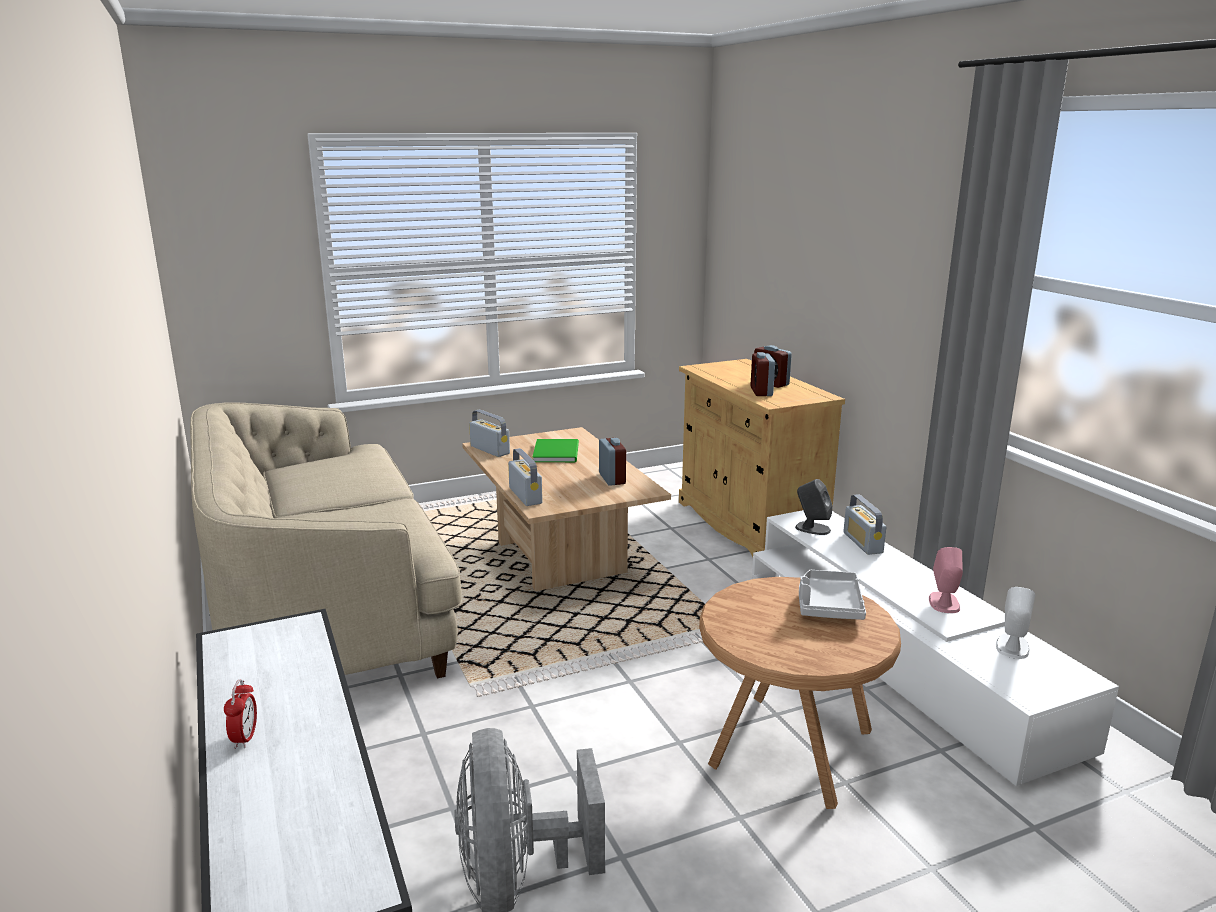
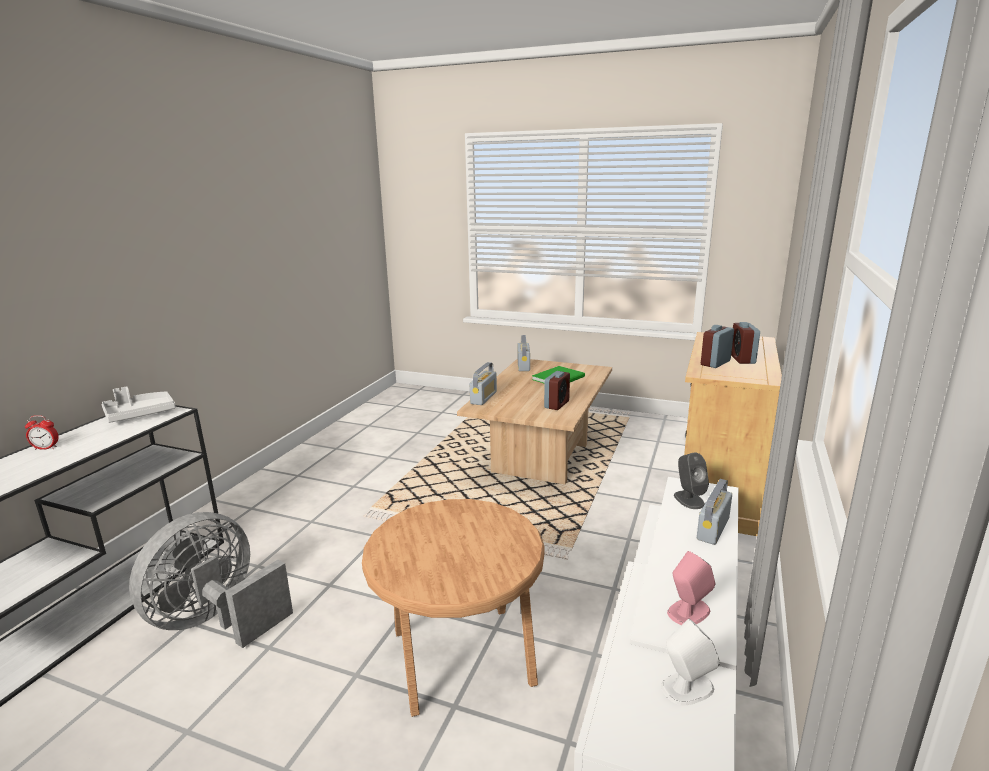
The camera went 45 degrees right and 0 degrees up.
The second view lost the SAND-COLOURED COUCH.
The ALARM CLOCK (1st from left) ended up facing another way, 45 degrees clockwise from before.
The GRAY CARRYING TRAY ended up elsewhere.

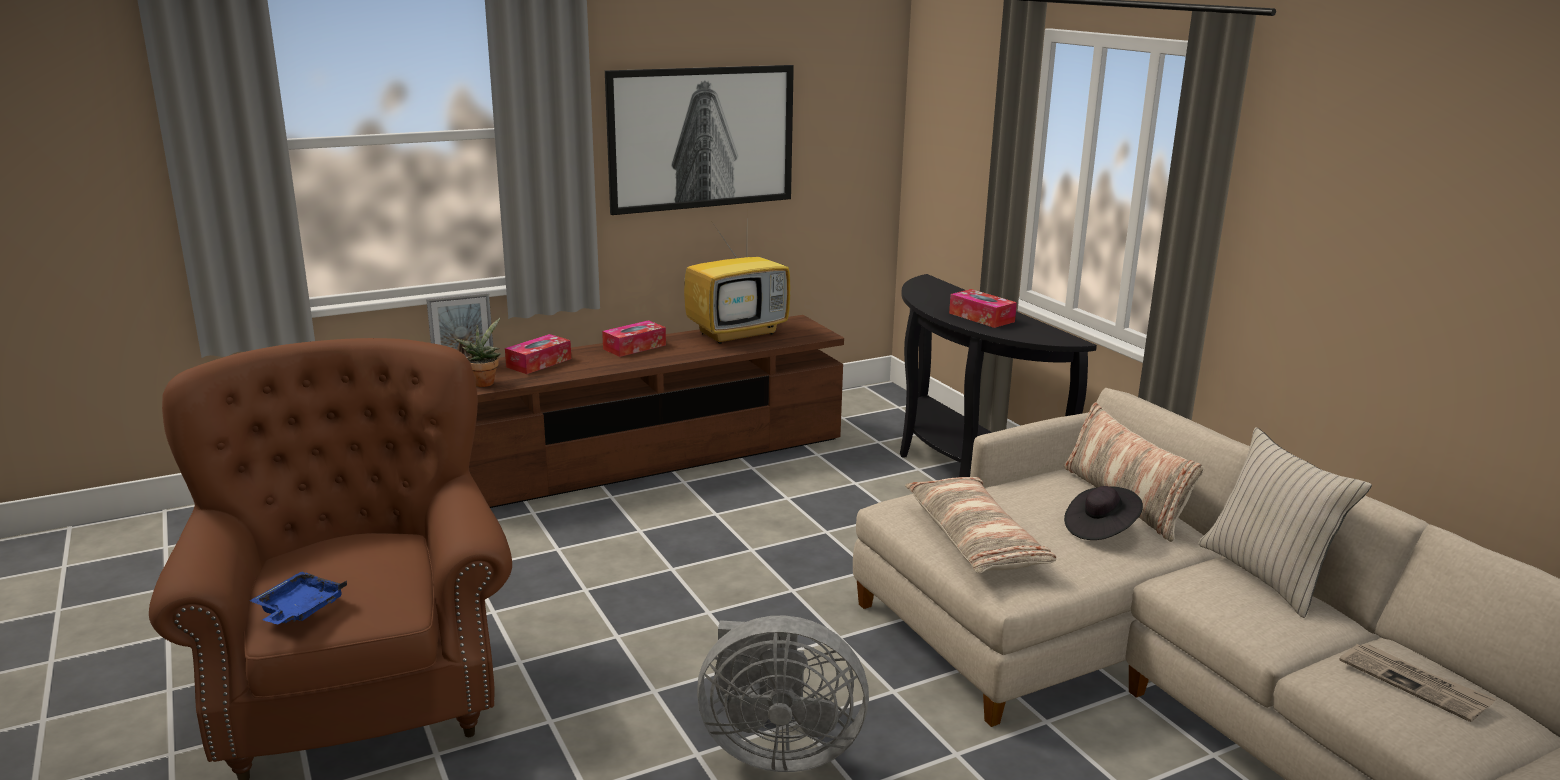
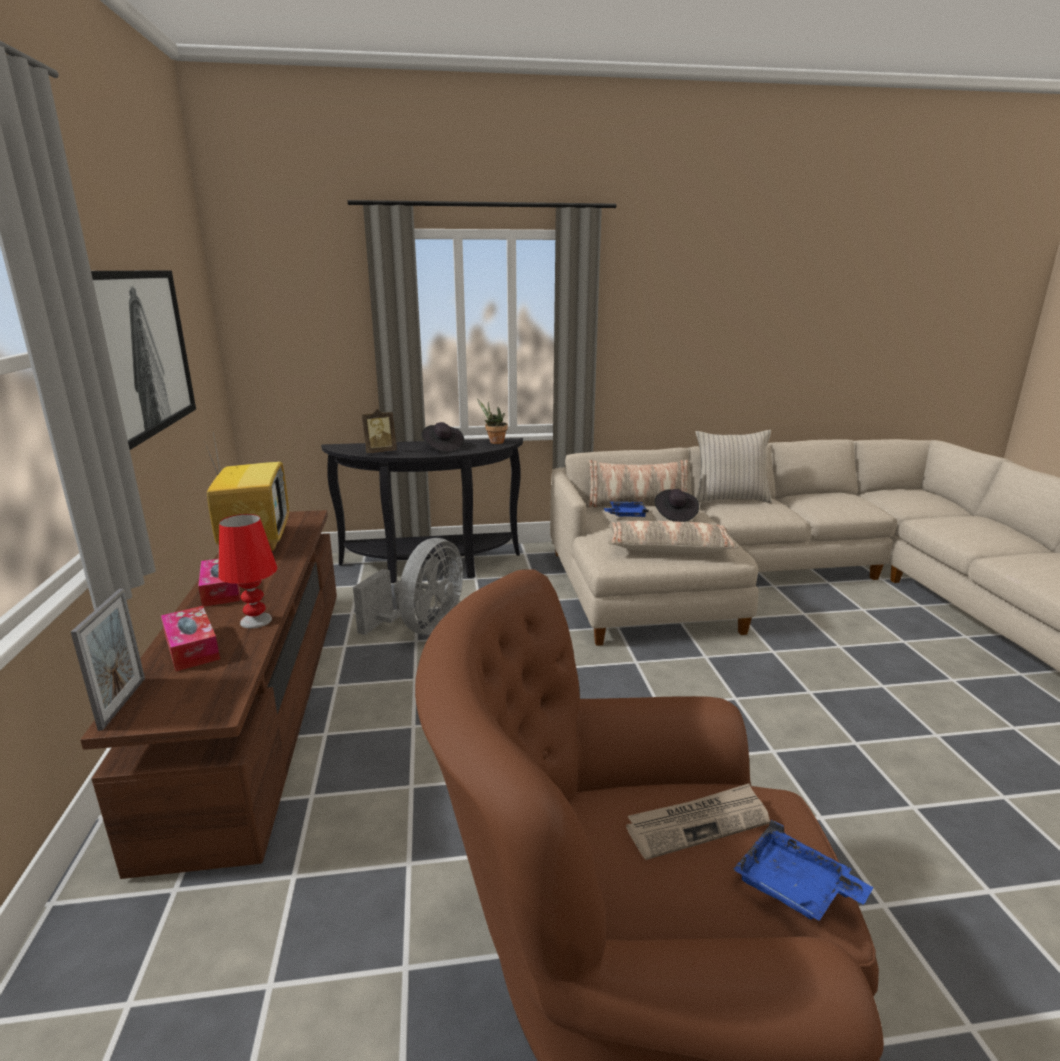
The camera went 70 degrees left and 0 degrees up.
The HOUSEPLANT ended up elsewhere.
The GRAY ELECTRIC FAN ended up elsewhere.
Where the BOX OF TISSUES (3rd from left) stood, the BLACKISH CLOTHING HAT (1st from left) came to stand.
The PRINTED PAPER ended up elsewhere.
The second view gained the REDDISH TABLETOP LAMP.
The second view gained the PHOTO FRAME (2nd from left).
The second view gained the BLUE CARRYING TRAY (1st from left).

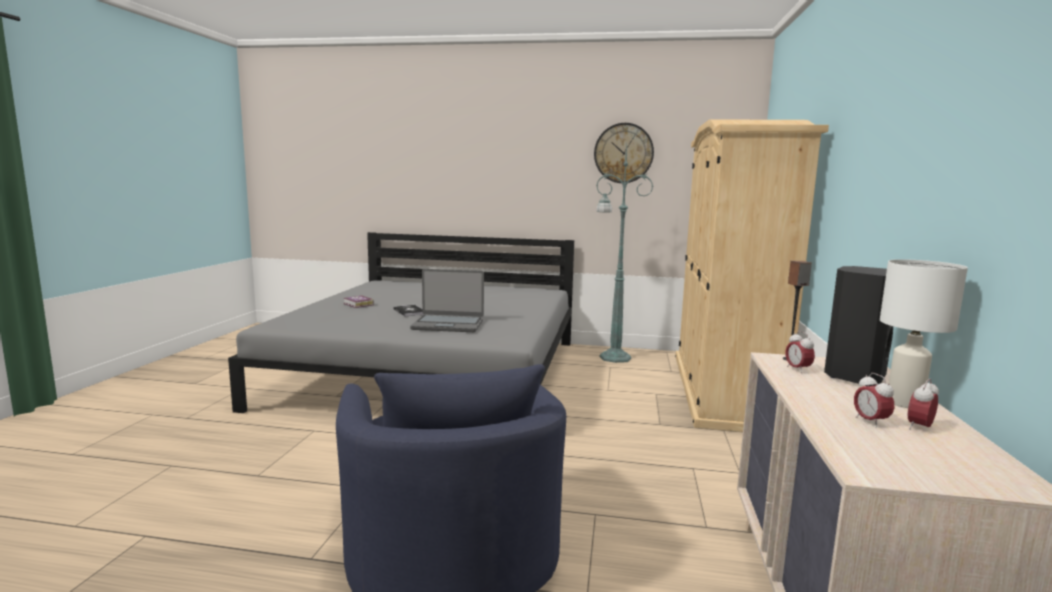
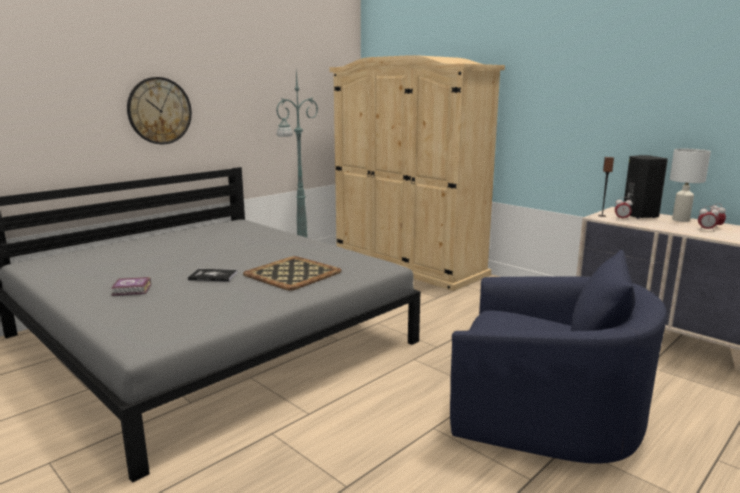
The camera went 55 degrees left and 5 degrees up.
Where the PORTABLE COMPUTER stood, the CARRYING TRAY came to stand.
The HANGING CLOCK ended up elsewhere.

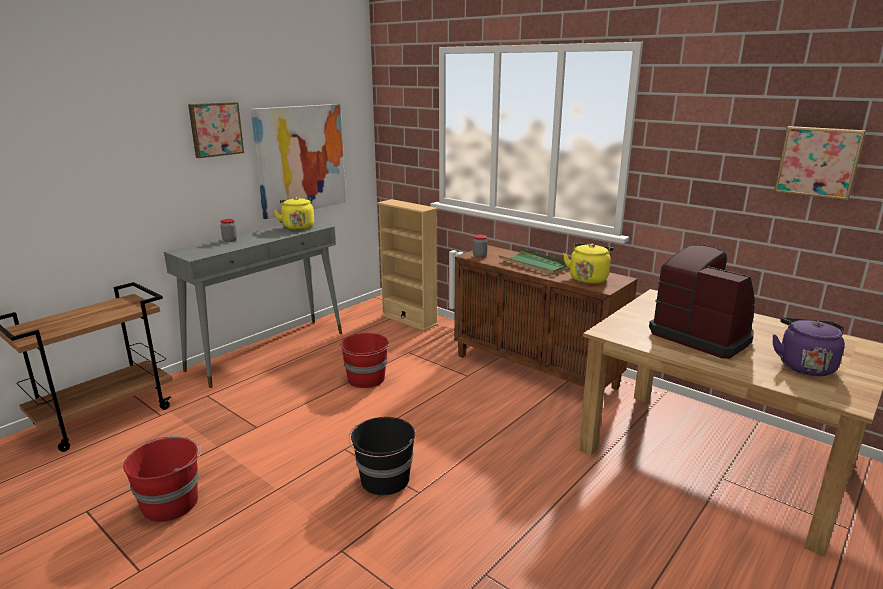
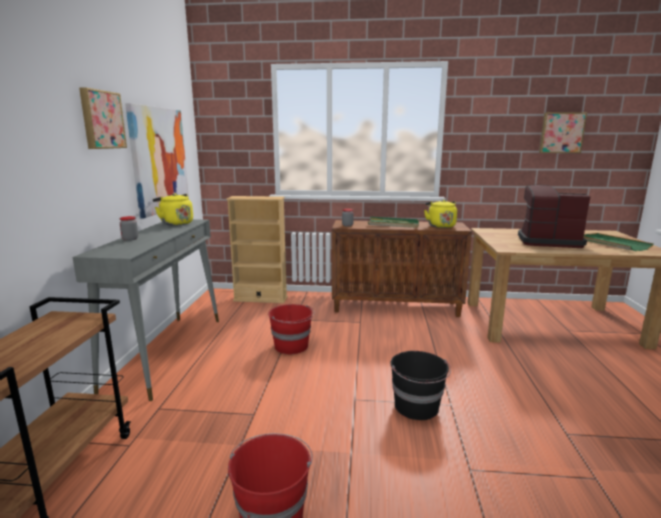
The camera went 35 degrees left and 5 degrees down.
Where the PURPLE-COLOURED TEA KETTLE stood, the GREEN CARRYING TRAY (2nd from left) came to stand.

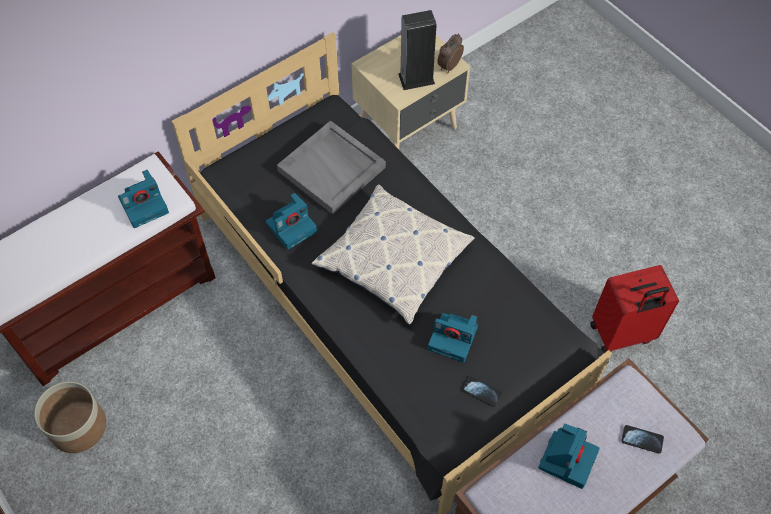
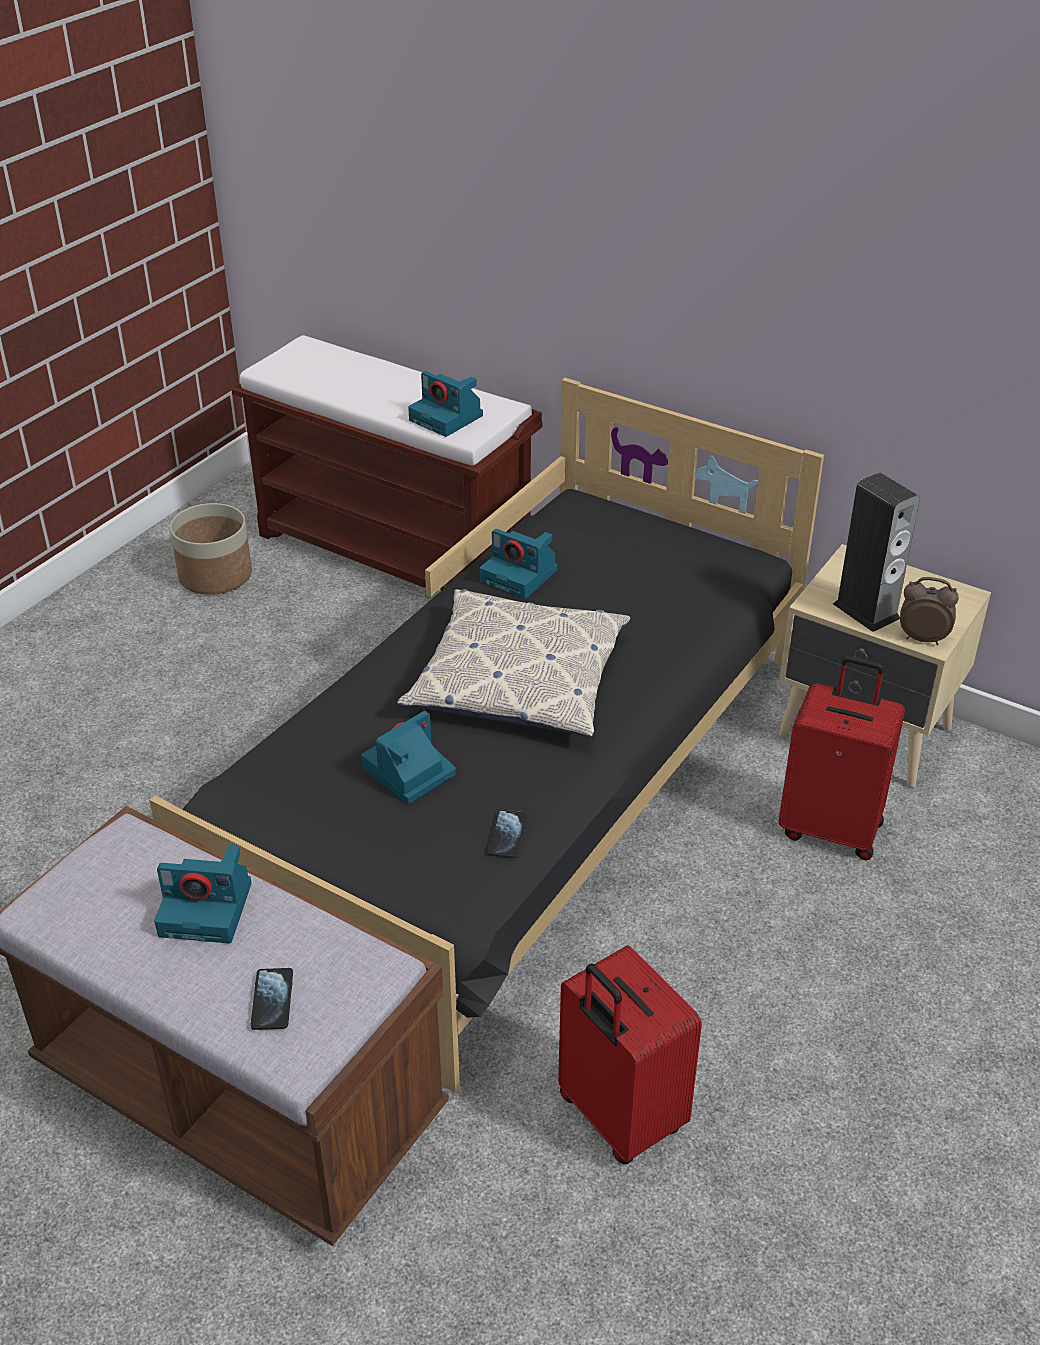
The camera went 70 degrees right and 20 degrees down.
The second view lost the GRAY CARRYING TRAY.
The PHOTO CAMERA (3rd from left in the first image) ended up facing another way, 45 degrees clockwise from before.
The PHONE (1st from left in the first image) ended up elsewhere.
The second view gained the REDDISH SUITCASE (2nd from left).

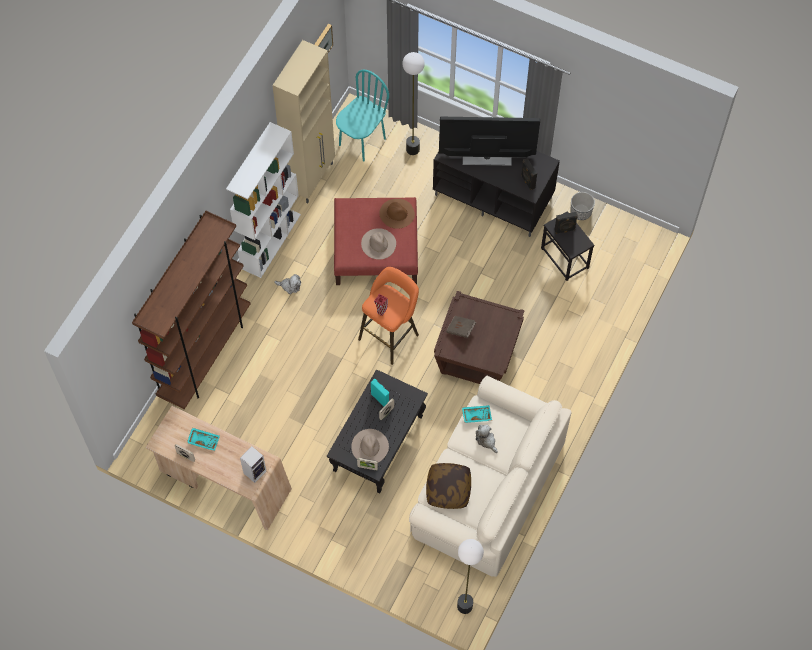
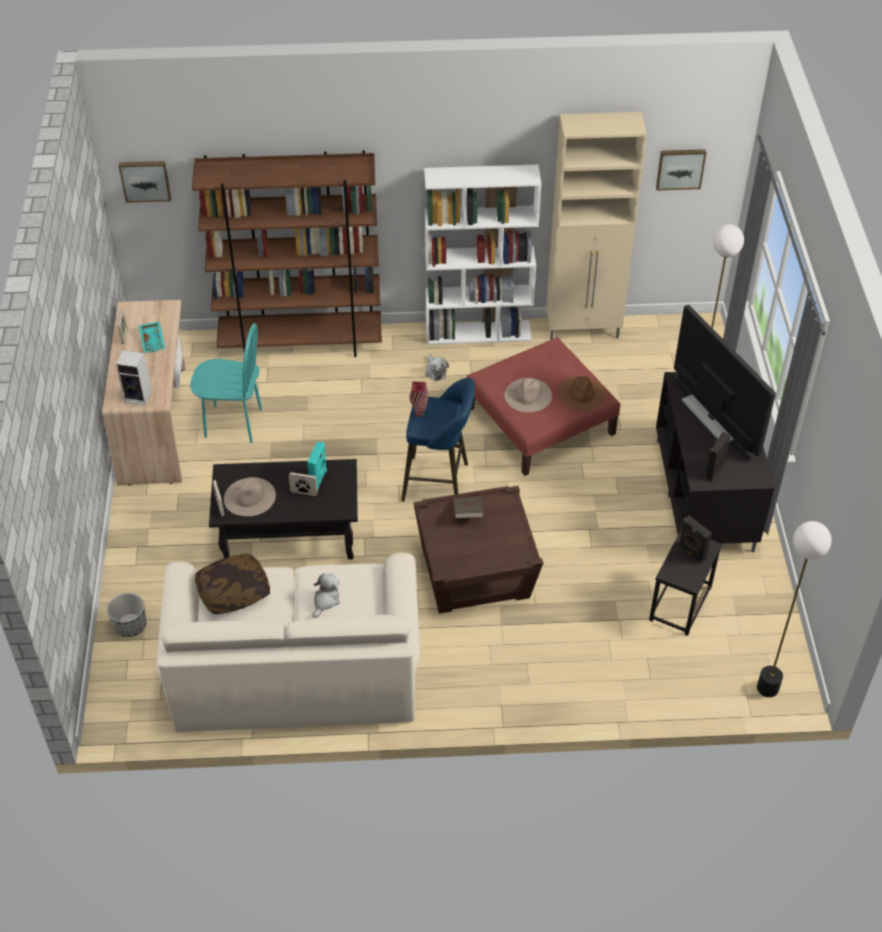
The camera went 60 degrees right and 15 degrees down.
The BLUE-GREEN UPRIGHT CHAIR ended up elsewhere.
What was the ORANGE STOOL turned into the BLUE STOOL.
The STANDING LAMP (2nd from left) ended up elsewhere.
The second view lost the BLUE-GREEN CARRYING TRAY (2nd from left).
The PLANT POT ended up elsewhere.
The second view gained the PICTURE (1st from left).

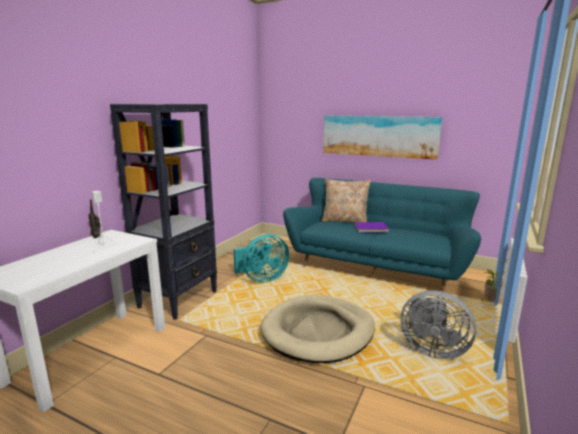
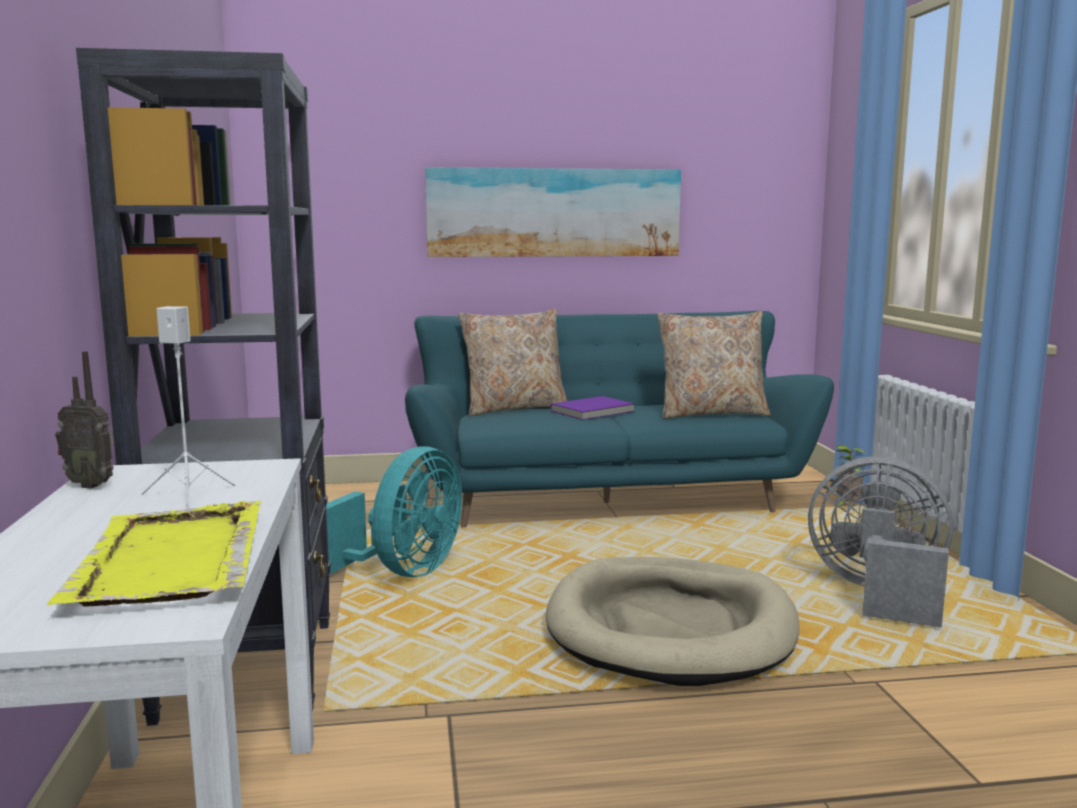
The camera went 35 degrees left and 5 degrees down.
The GRAY ELECTRIC FAN ended up facing another way, 150 degrees counterclockwise from before.
The second view gained the YELLOW-COLOURED CARRYING TRAY.
The second view gained the SAND-COLOURED CUSHION (2nd from left).

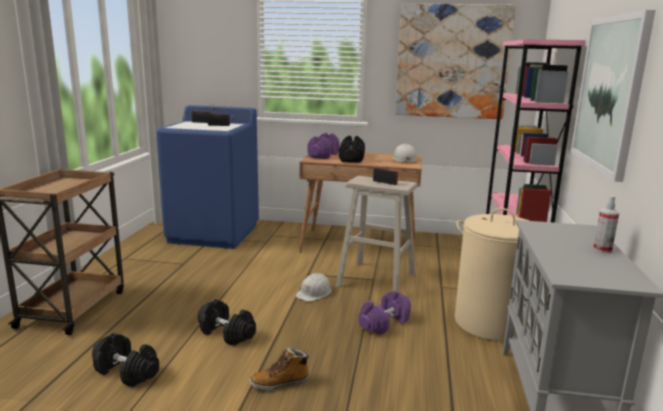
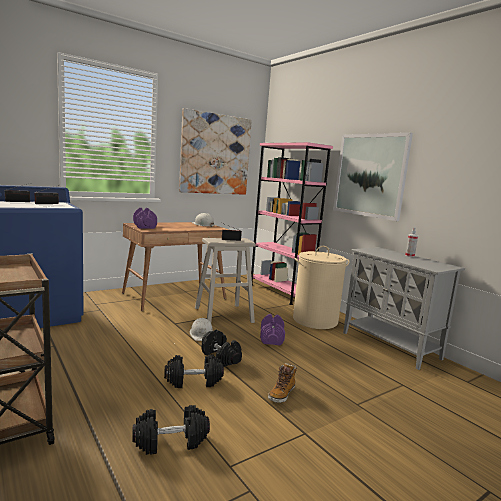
The camera went 45 degrees left and 5 degrees down.
The BLACKISH FREE WEIGHT (3rd from left) ended up elsewhere.

